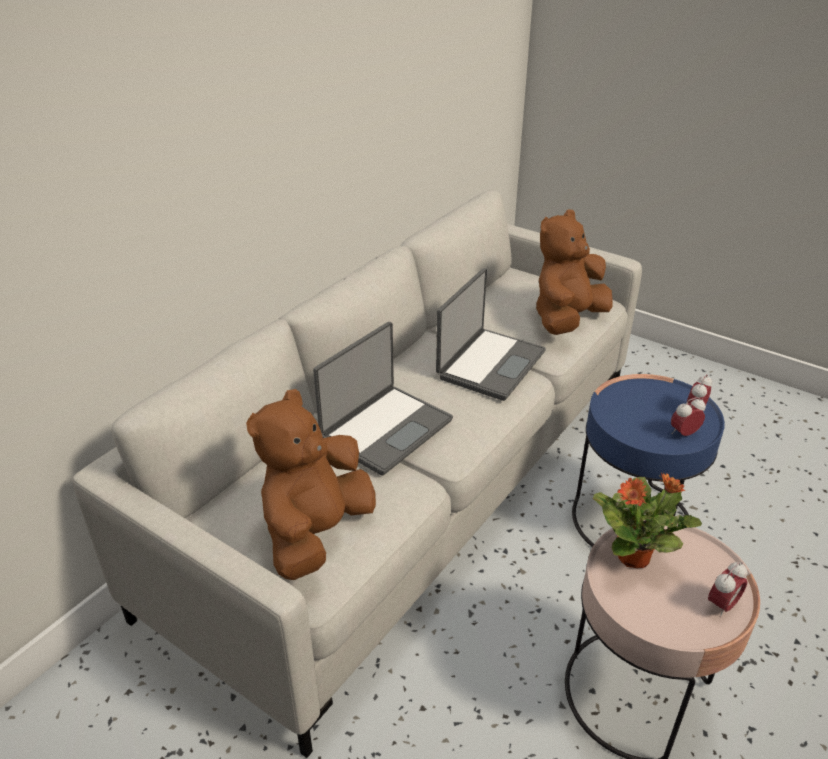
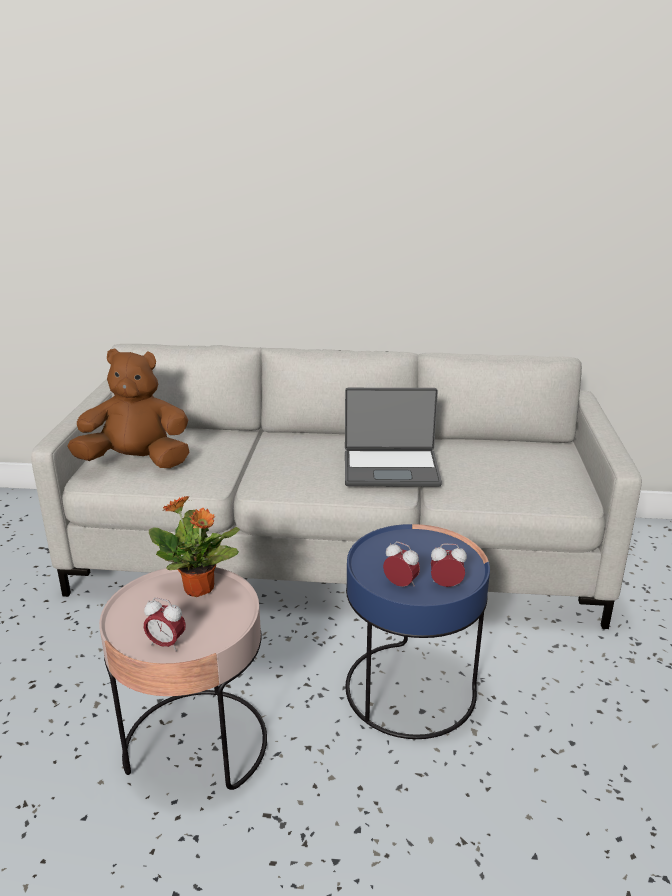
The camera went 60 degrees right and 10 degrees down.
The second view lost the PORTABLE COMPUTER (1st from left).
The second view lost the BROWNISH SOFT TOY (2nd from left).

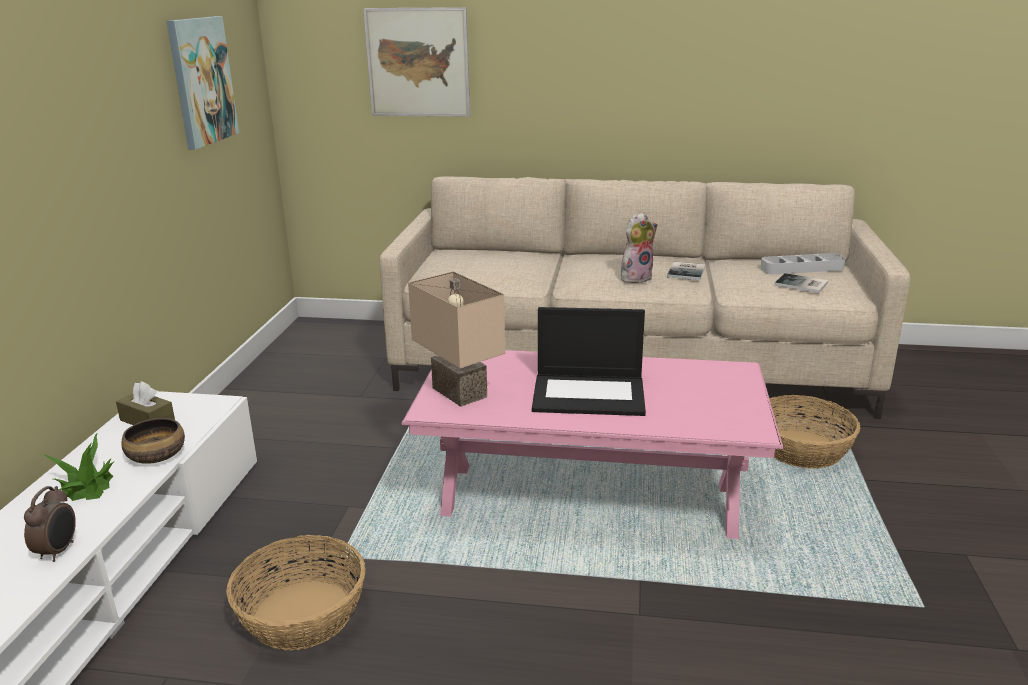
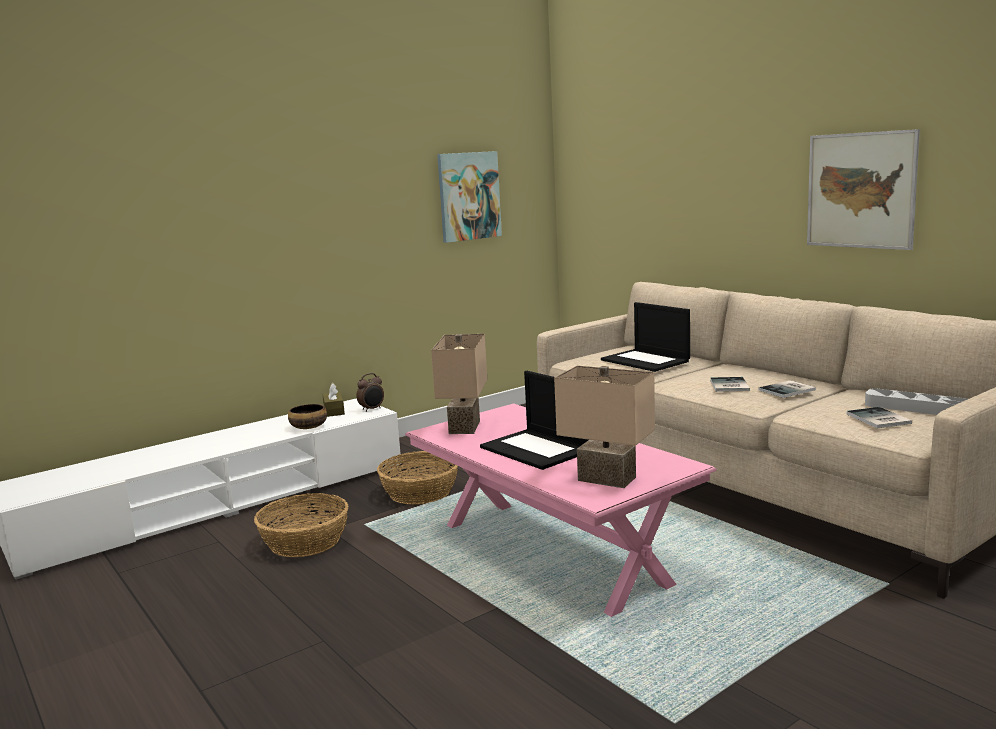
The camera went 45 degrees right and 10 degrees down.
The ALARM CLOCK ended up elsewhere.
The second view lost the HOUSEPLANT.
The PICTURE (2nd from left) ended up elsewhere.
Where the SOFT TOY stood, the VOLUME (1st from left) came to stand.
The BASKET (2nd from left) ended up elsewhere.
The second view gained the SAND-COLOURED TABLETOP LAMP (2nd from left).
The second view gained the PORTABLE COMPUTER (2nd from left).

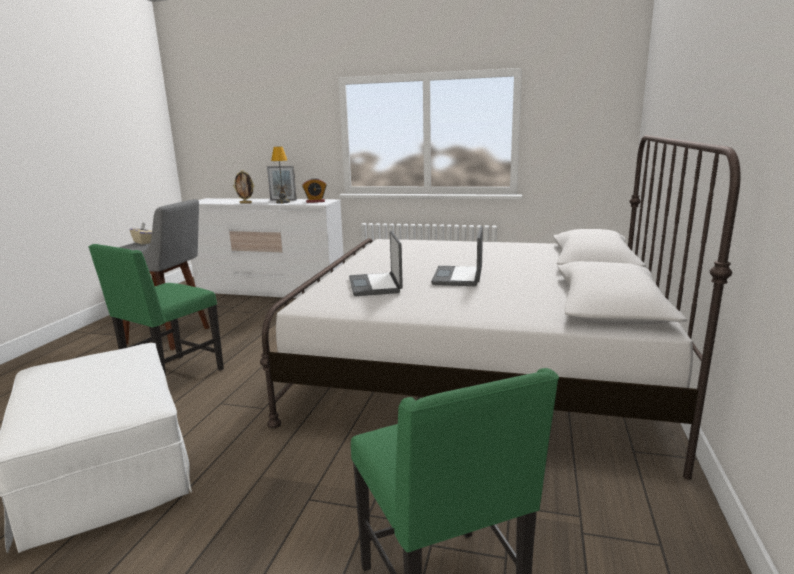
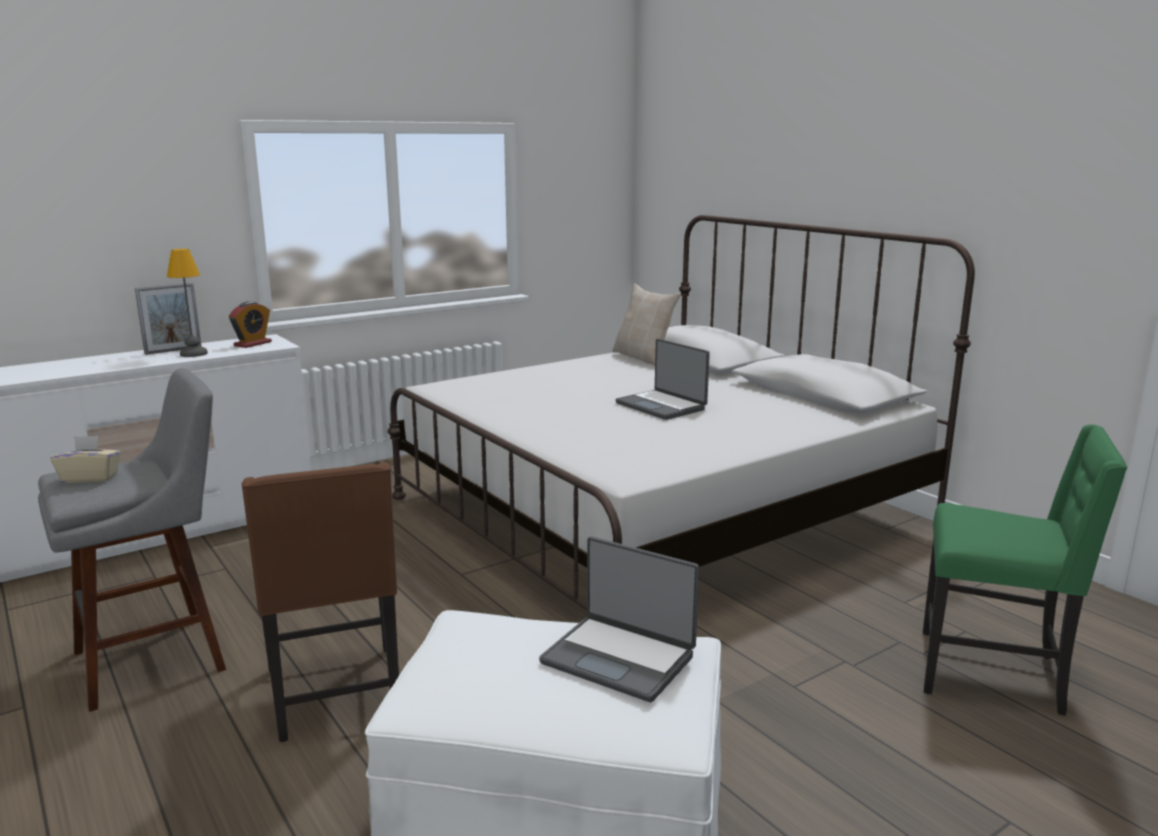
The camera went 50 degrees left and 0 degrees up.
What was the GREEN UPRIGHT CHAIR (1st from left) turned into the BROWNISH UPRIGHT CHAIR.
The second view lost the PHOTO FRAME (1st from left).
The PORTABLE COMPUTER (1st from left) ended up elsewhere.
The second view gained the SAND-COLOURED CUSHION.

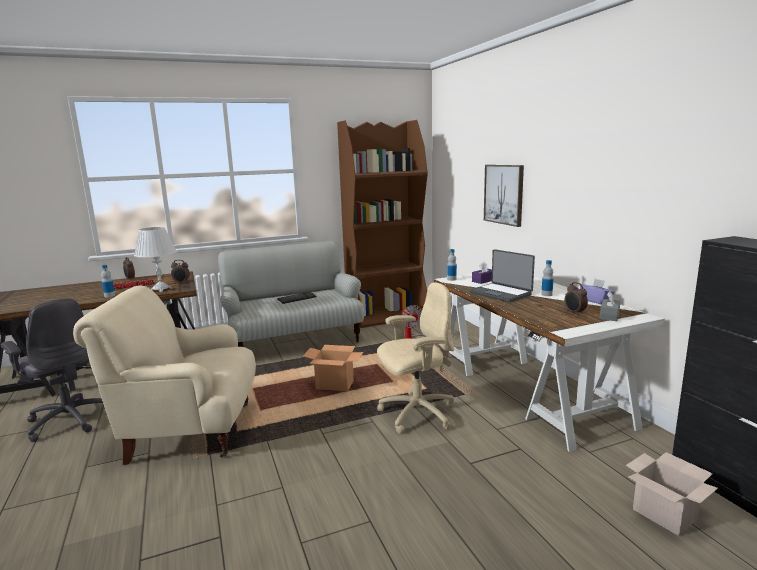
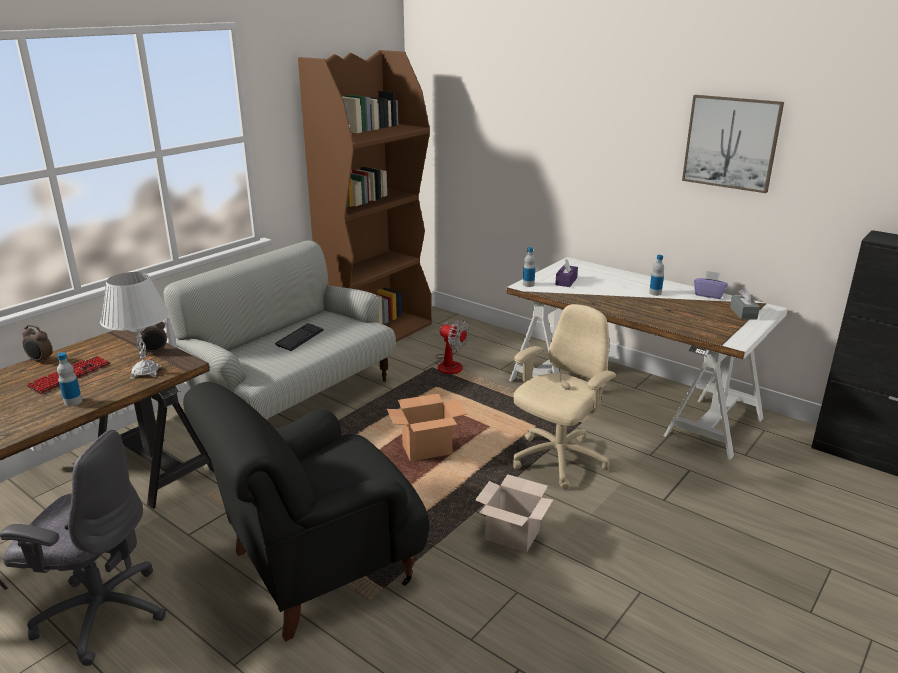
The camera went 30 degrees left and 10 degrees up.
What was the SAND-COLOURED ARMCHAIR turned into the BLACKISH ARMCHAIR.
The second view lost the PORTABLE COMPUTER.
The PICTURE ended up elsewhere.
The second view lost the ALARM CLOCK (3rd from left).
The CARDBOARD BOX (2nd from left) ended up elsewhere.

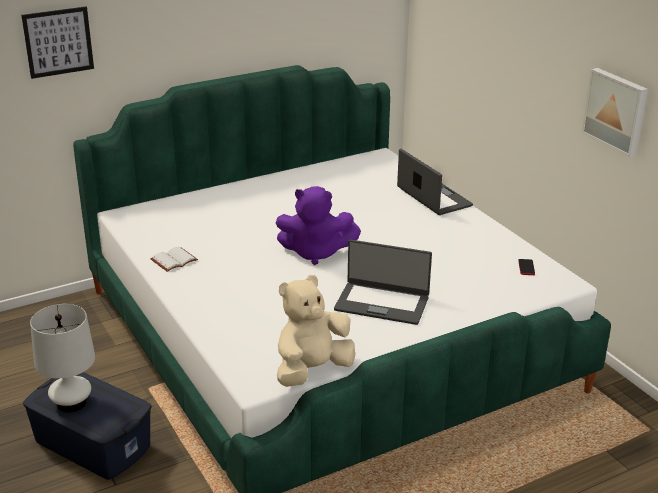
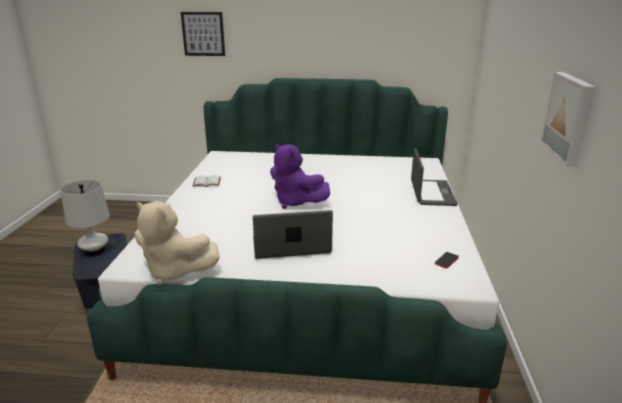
The camera went 35 degrees right and 5 degrees down.
The SAND-COLOURED SOFT TOY ended up facing another way, 150 degrees counterclockwise from before.
The PORTABLE COMPUTER (1st from left) ended up facing another way, 120 degrees clockwise from before.

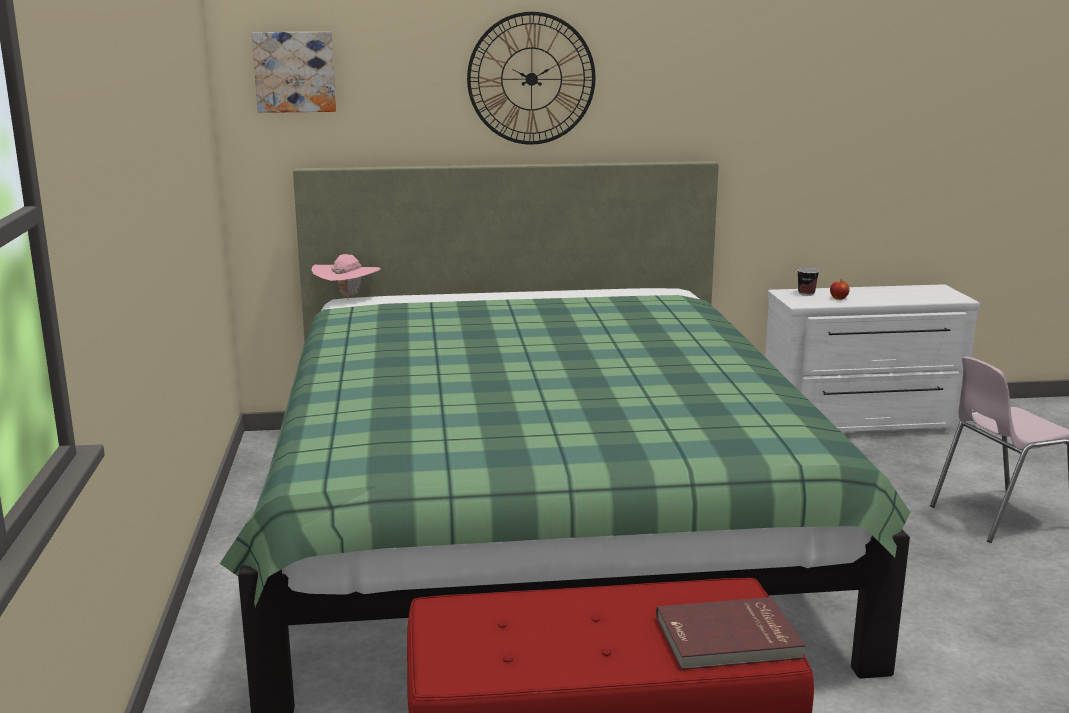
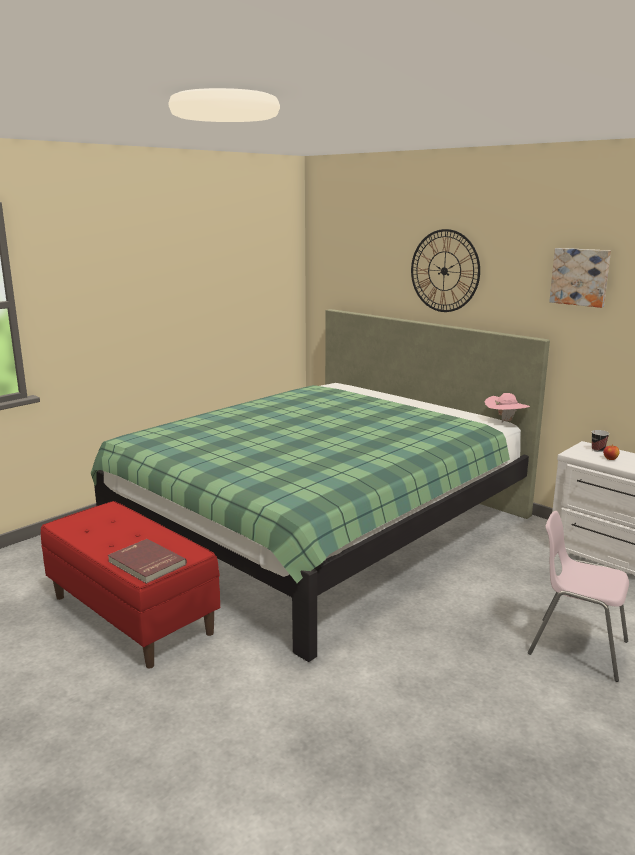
The camera went 50 degrees right and 0 degrees up.
The PICTURE ended up elsewhere.
The PINK-COLOURED CLOTHING HAT ended up elsewhere.

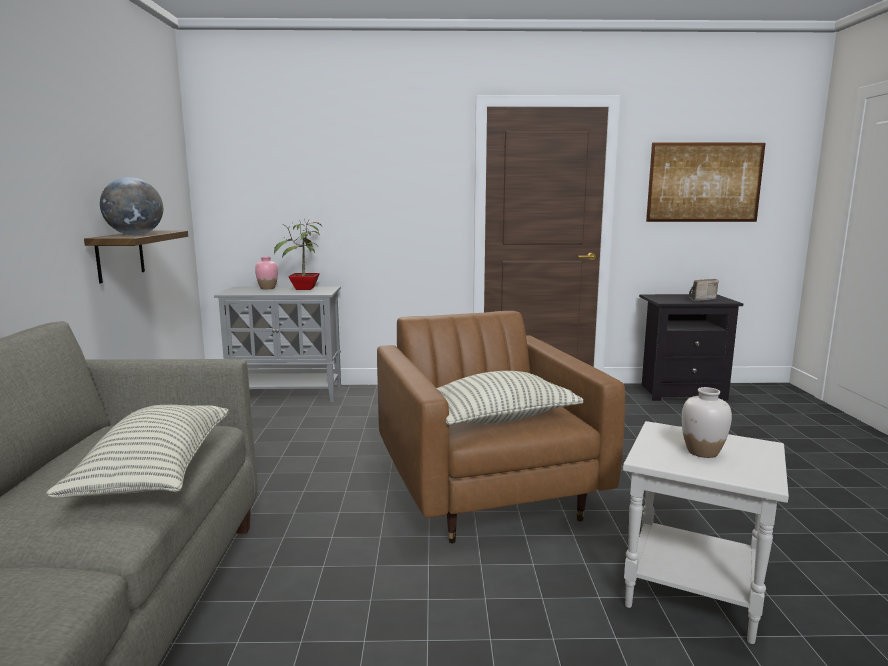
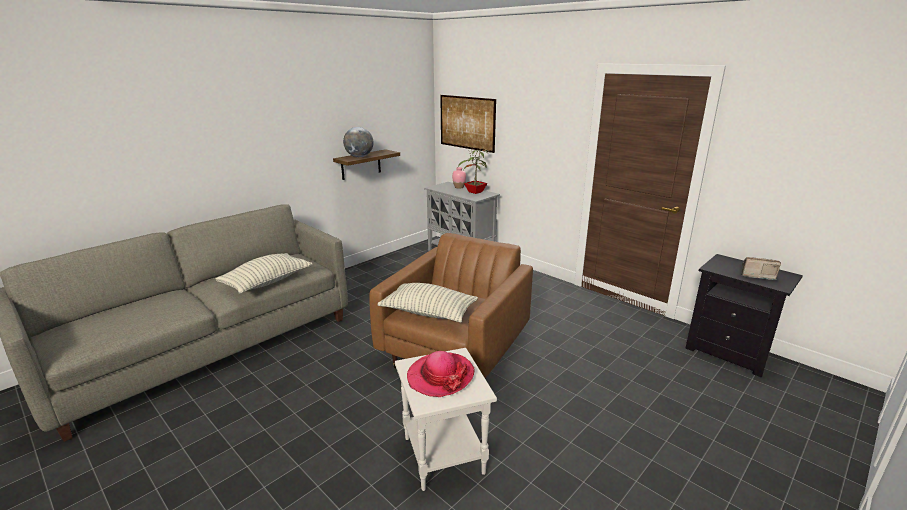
The camera went 45 degrees right and 10 degrees up.
The PICTURE ended up elsewhere.
Where the WHITISH FLOWER VASE stood, the CLOTHING HAT came to stand.

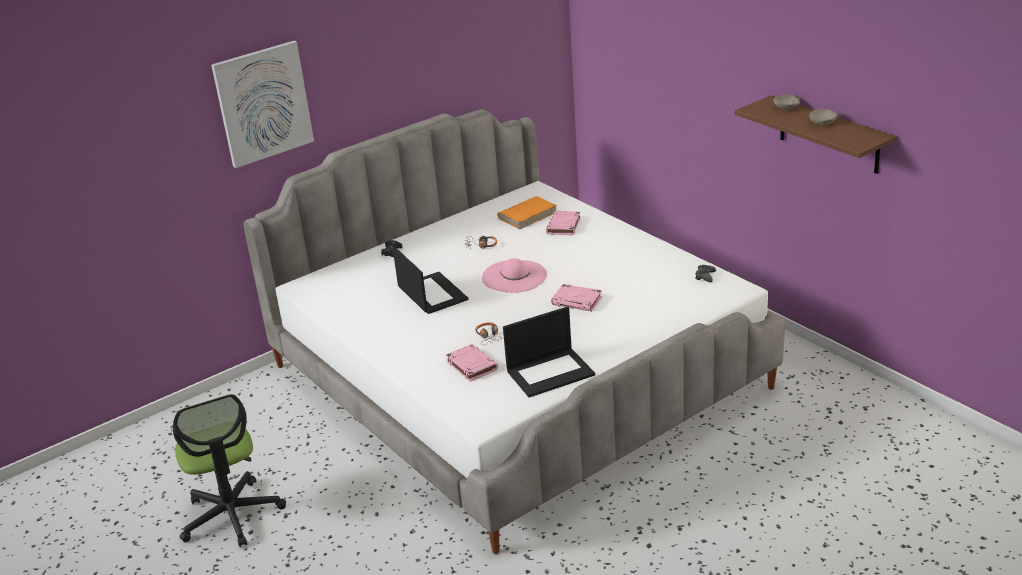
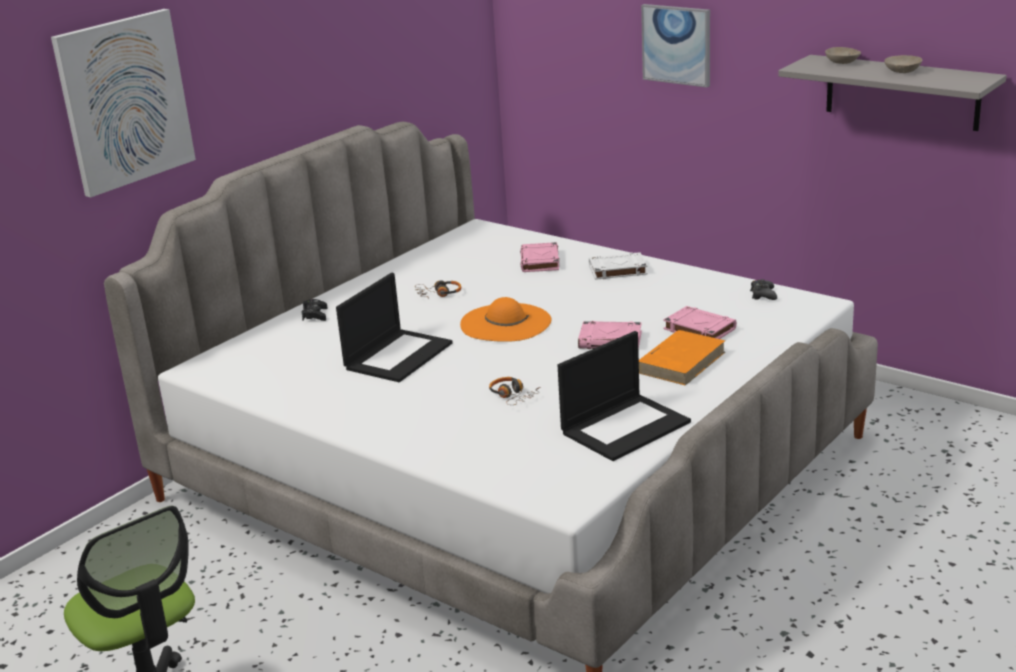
The camera went 15 degrees left and 5 degrees down.
The PORTABLE COMPUTER (1st from left) ended up facing another way, 75 degrees clockwise from before.
The PINK-COLOURED VOLUME (1st from left in the first image) ended up elsewhere.
What was the PINK-COLOURED CLOTHING HAT turned into the ORANGE CLOTHING HAT.
The ORANGE VOLUME ended up elsewhere.
What was the BROWNISH WALL SHELF turned into the GRAY WALL SHELF.
The second view gained the WHITISH VOLUME.
The second view gained the PICTURE (2nd from left).

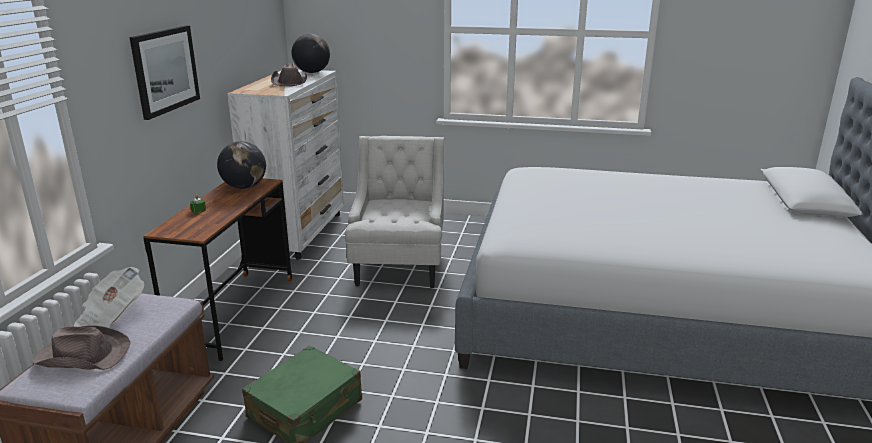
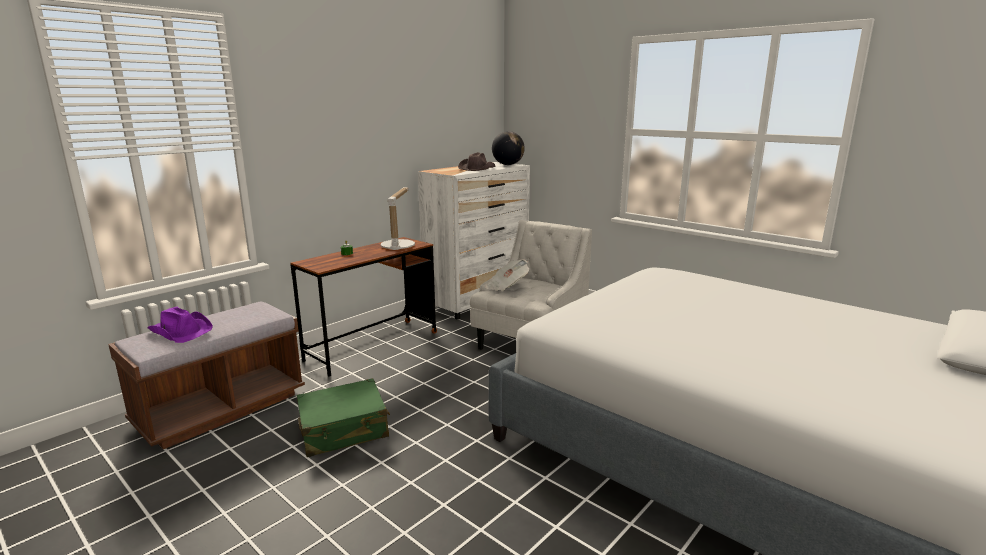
The camera went 30 degrees right and 5 degrees down.
What was the BROWNISH CLOTHING HAT (1st from left) turned into the PURPLE-COLOURED CLOTHING HAT.
The PRINTED PAPER ended up elsewhere.
The second view lost the PICTURE.
Where the GLOBE (1st from left) stood, the TABLETOP LAMP came to stand.

